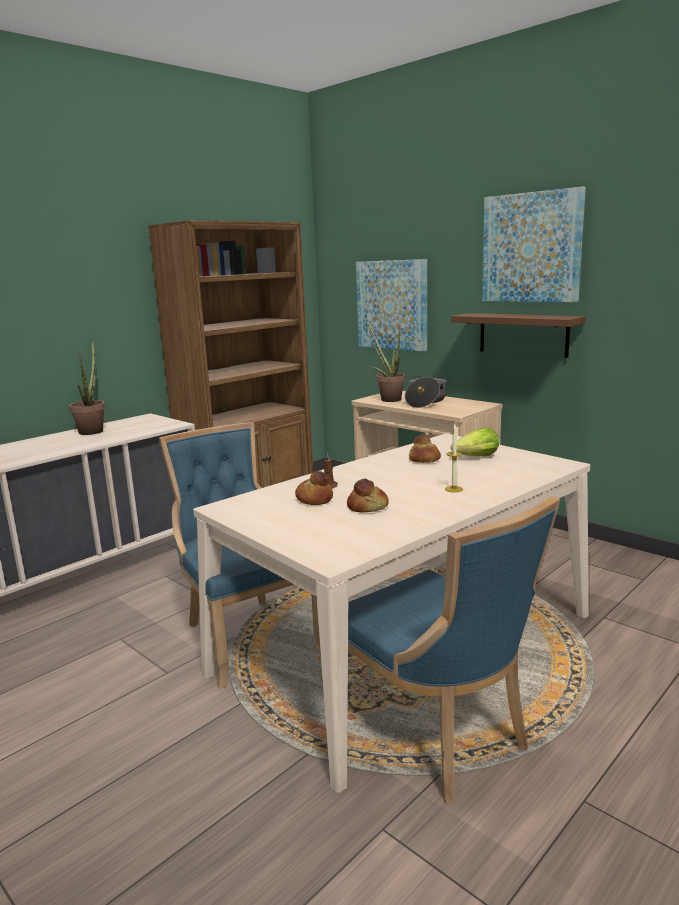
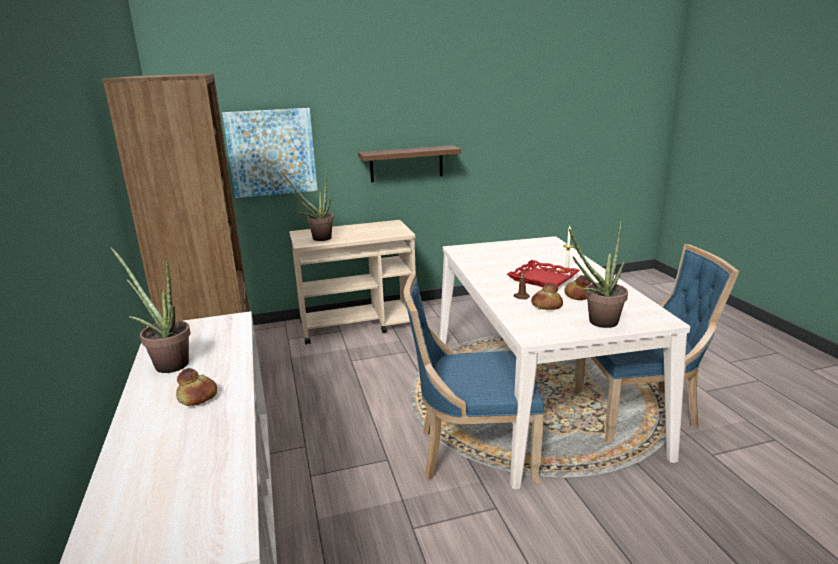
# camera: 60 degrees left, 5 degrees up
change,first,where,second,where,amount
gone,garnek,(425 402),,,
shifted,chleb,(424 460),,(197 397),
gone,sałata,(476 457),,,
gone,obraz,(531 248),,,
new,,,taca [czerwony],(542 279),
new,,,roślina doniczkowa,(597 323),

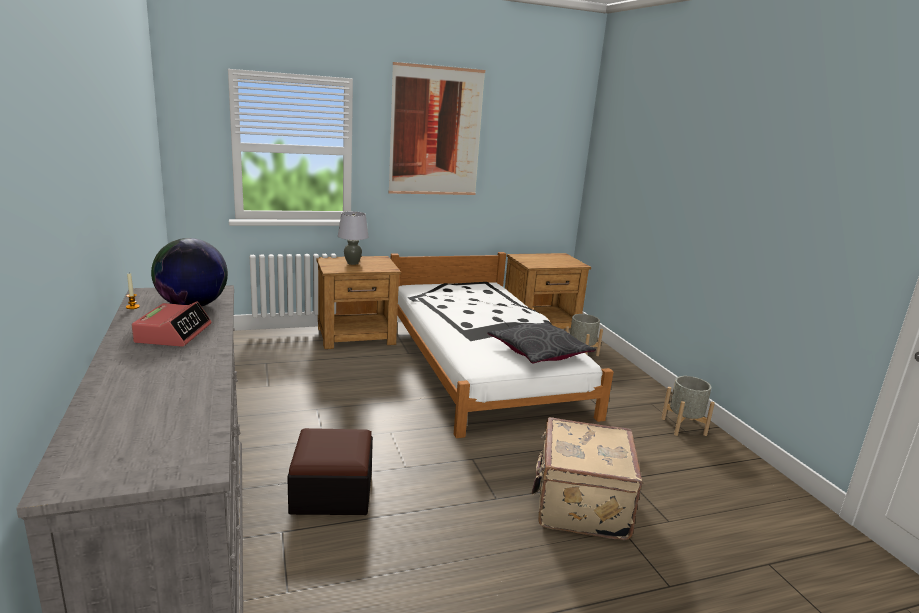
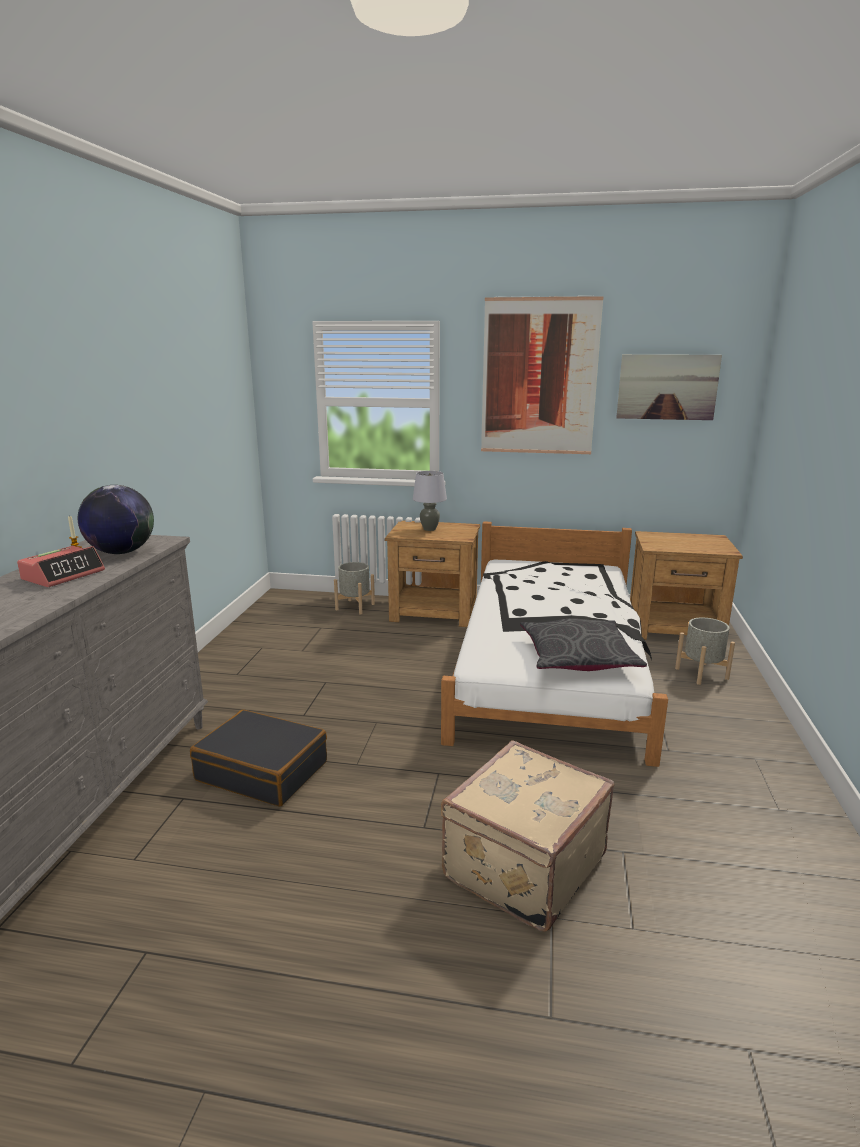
# camera: 30 degrees right, 0 degrees up
change,first,where,second,where,amount
swapped,pufa,(332 491),walizka [czarny],(262 771),
shifted,donica [szary],(683 426),,(355 607),
new,,,obraz,(667 387),

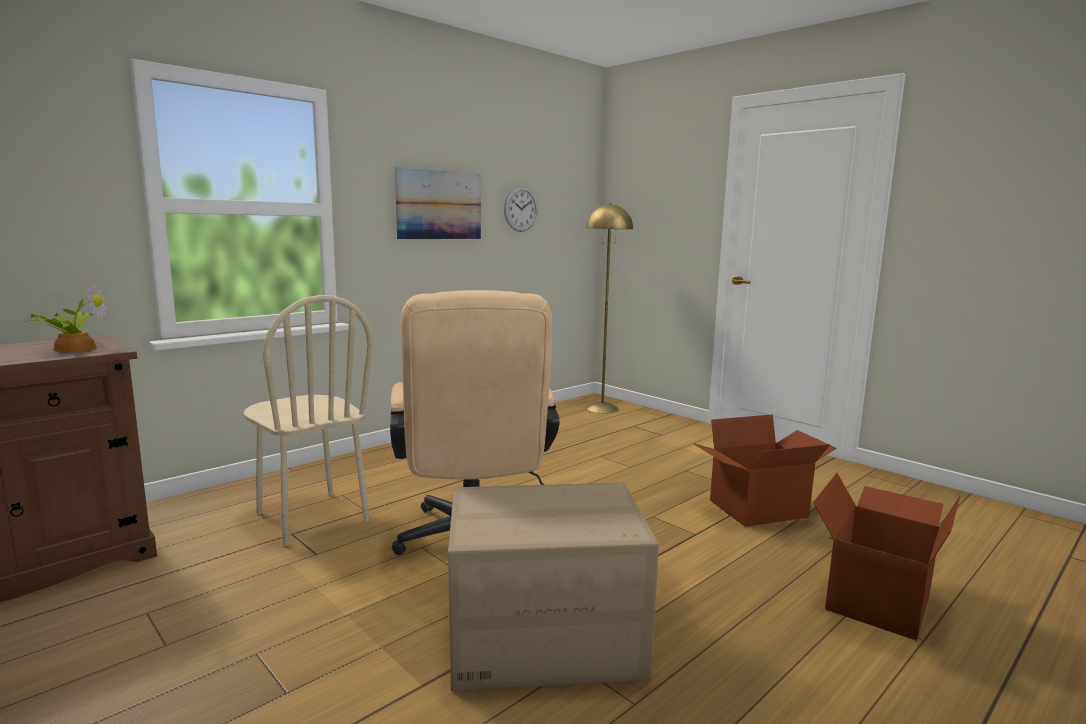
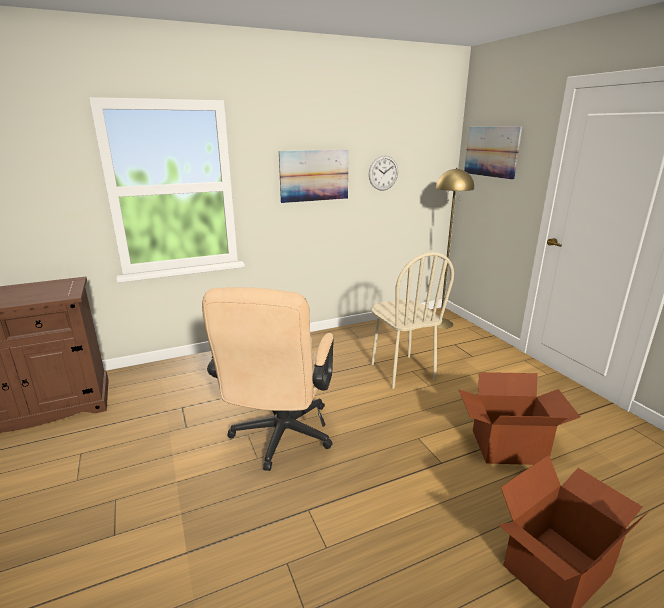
# camera: 20 degrees right, 10 degrees up
change,first,where,second,where,amount
gone,roślina doniczkowa,(73 348),,,
shifted,krzesło [beżowy],(311 517),,(402 371),
gone,karton,(544 640),,,
new,,,obraz,(491 151),

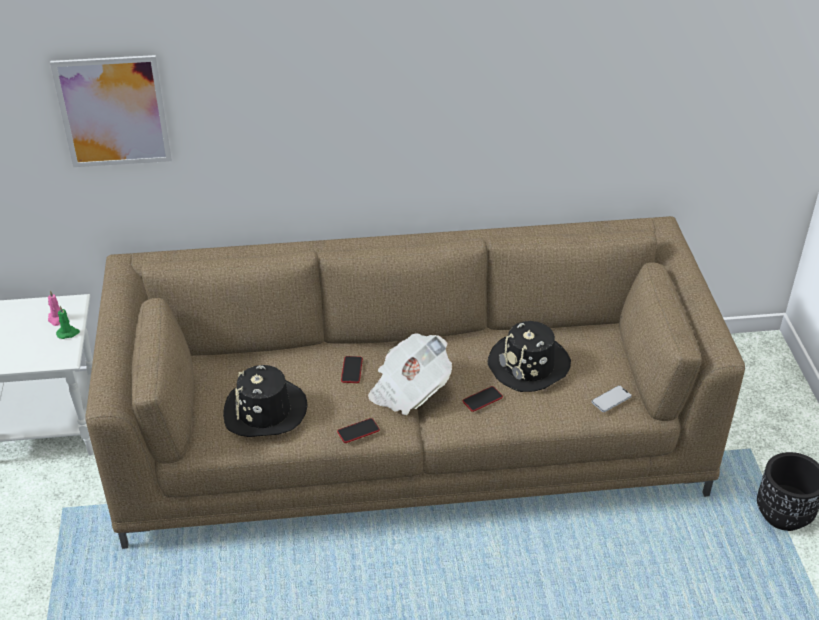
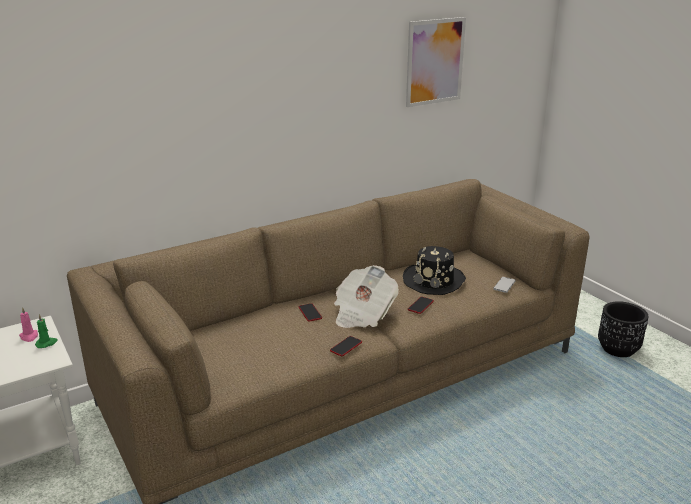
# camera: 25 degrees left, 15 degrees down
change,first,where,second,where,amount
shifted,obraz,(113 111),,(435 62),
gone,kapelusz [czarny],(265 411),,,

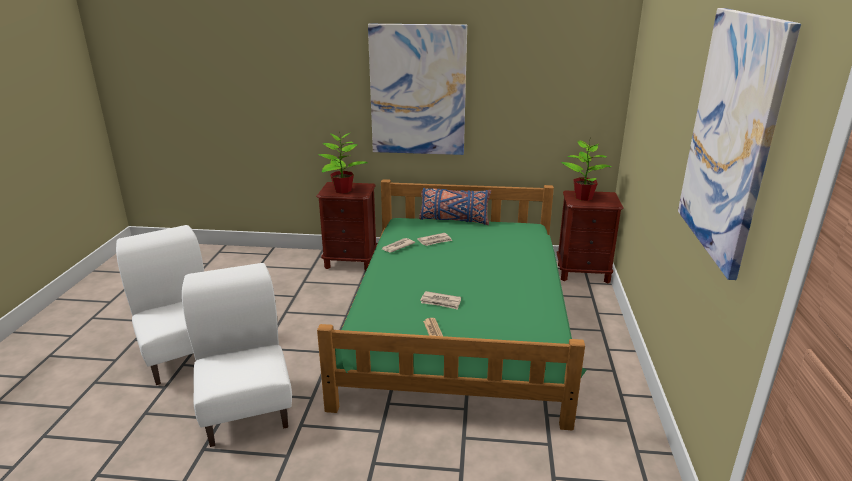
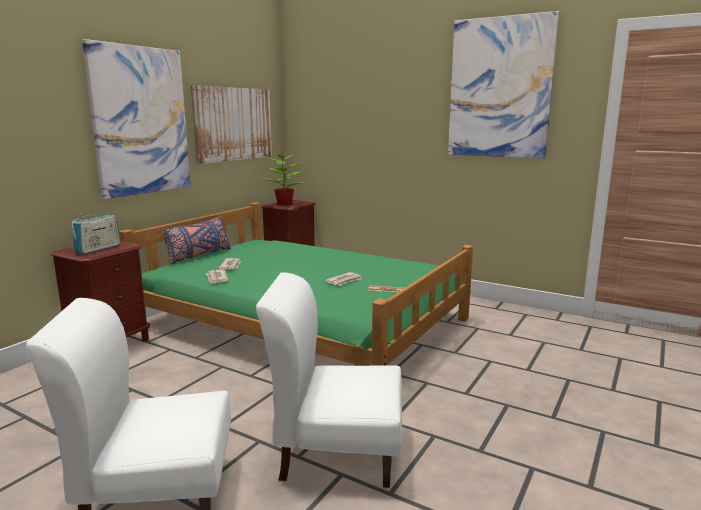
# camera: 65 degrees left, 10 degrees down
change,first,where,second,where,amount
swapped,roślina doniczkowa,(342 190),radio,(98 249),
new,,,obraz,(233 124),

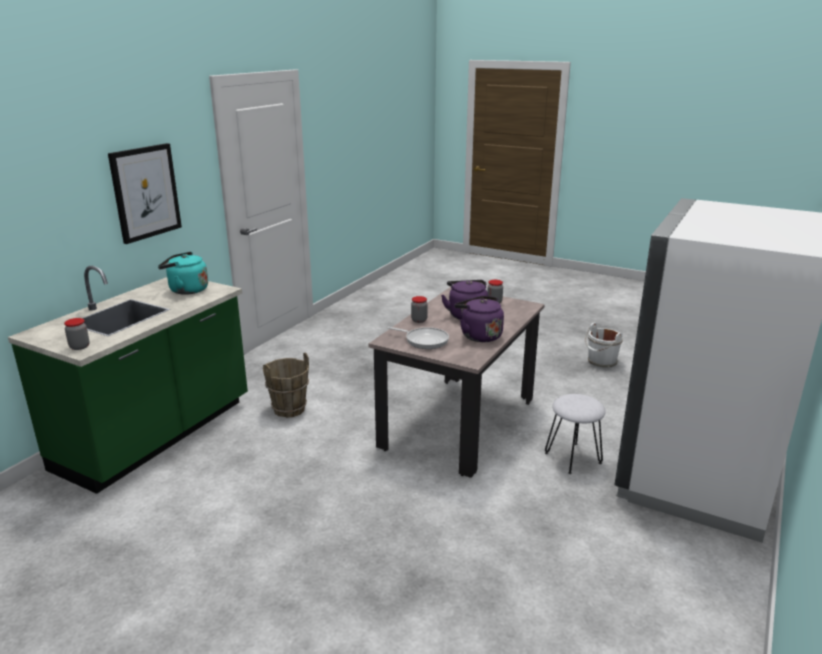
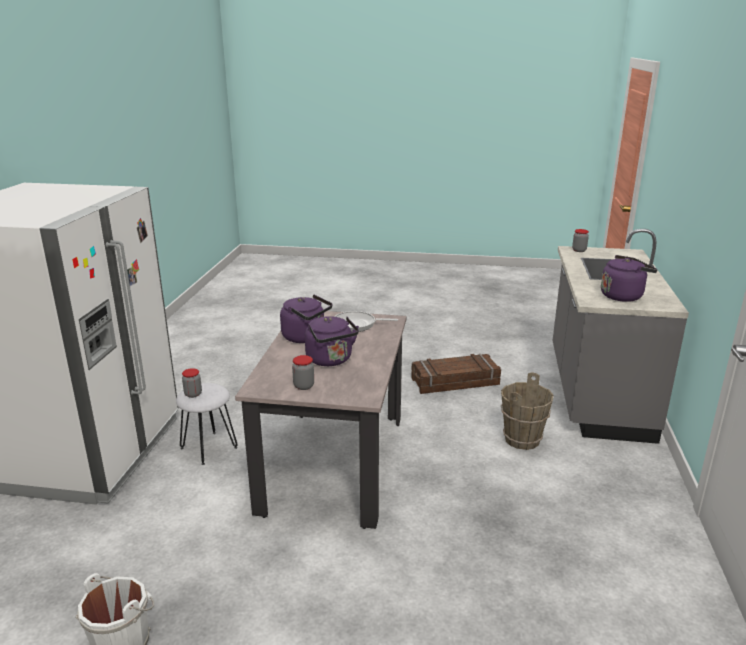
# camera: 160 degrees right, 0 degrees up
change,first,where,second,where,amount
repainted,zabudowa kuchenna [zielony],(157 436),zabudowa kuchenna [szary],(596 392),
gone,obraz,(145 192),,,
repainted,czajnik [turkusowy],(186 290),czajnik [fioletowy],(623 296),
shifted,słoik,(419 320),,(193 394),
new,,,skrzynka,(455 382),

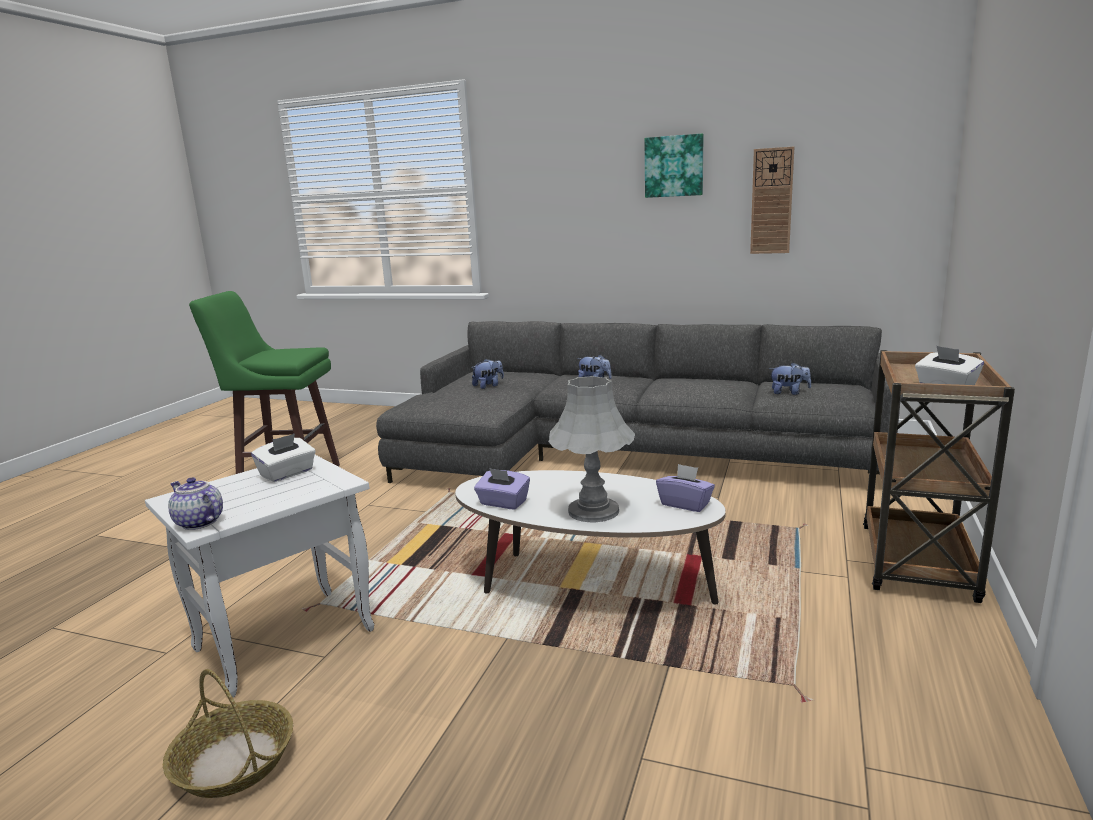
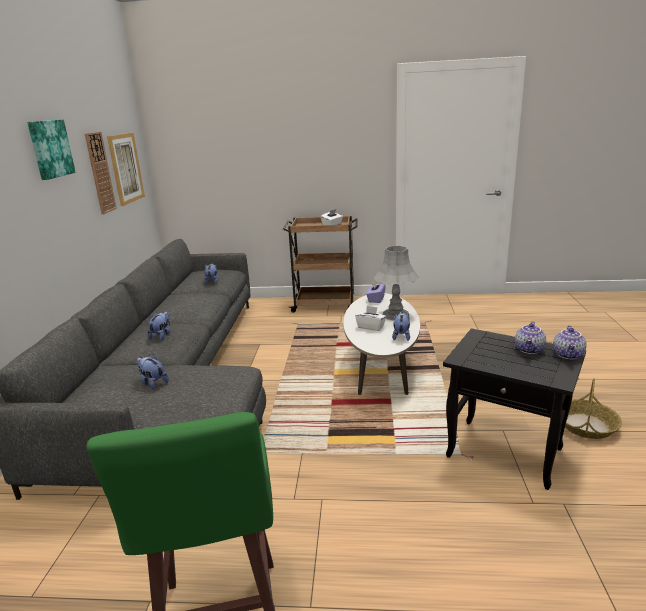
# camera: 105 degrees left, 5 degrees up
change,first,where,second,where,amount
repainted,stolik [biały],(282 642),stolik [czarny],(506 452),
shifted,pudełko chusteczek [biały],(287 473),,(371 327),
swapped,pudełko chusteczek [fioletowy],(503 503),pluszak,(401 336),
new,,,obraz,(126 168),
new,,,imbryk,(529 350),

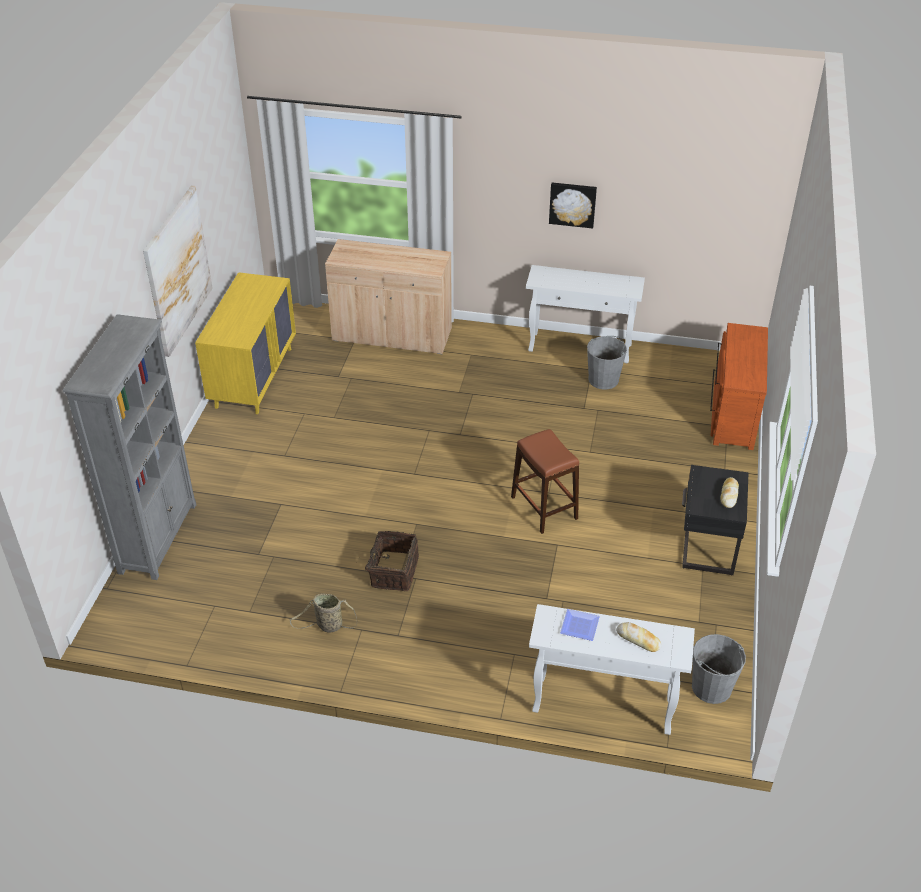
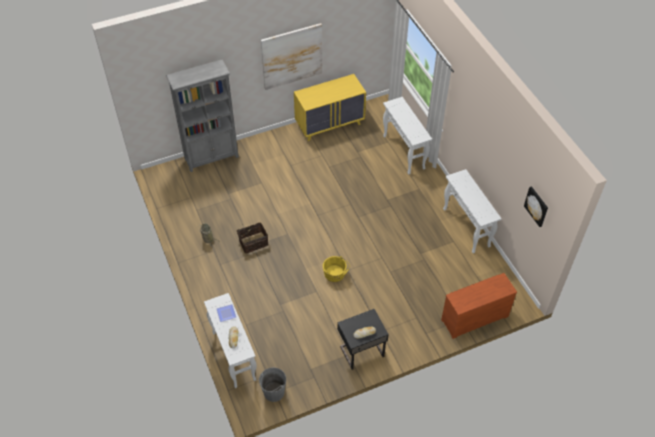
# camera: 55 degrees right, 10 degrees up
change,first,where,second,where,amount
swapped,szafka [beżowy],(392 336),stolik konsolowy [biały],(404 152),
swapped,stołek [brązowy],(544 508),wiadro [żółty],(335 274),
shifted,obraz,(572 204),,(537 206),
gone,wiadro [szary],(603 379),,,

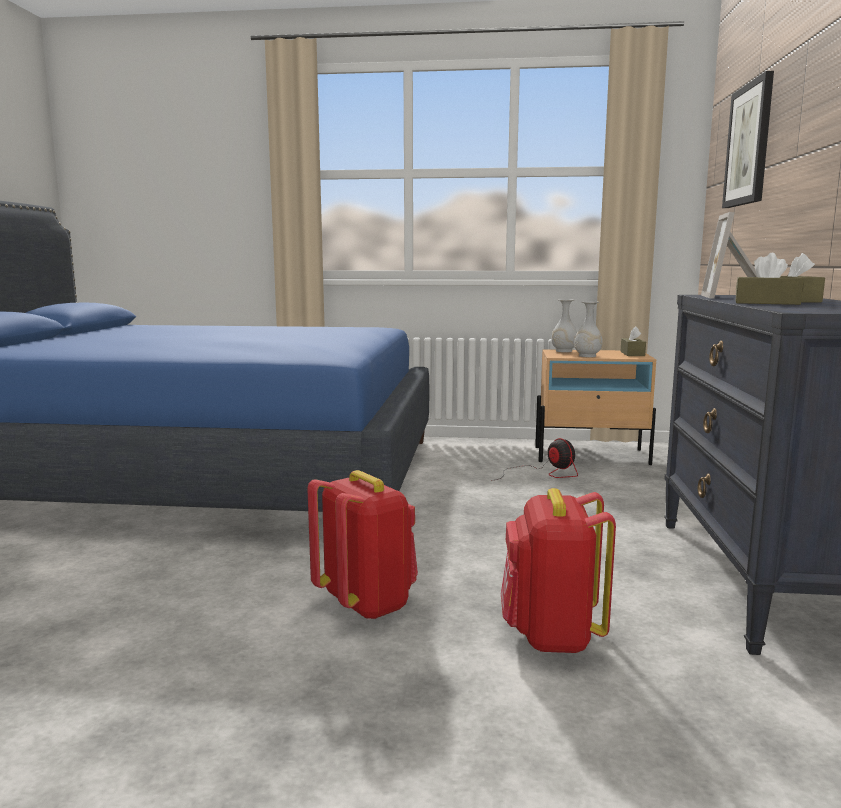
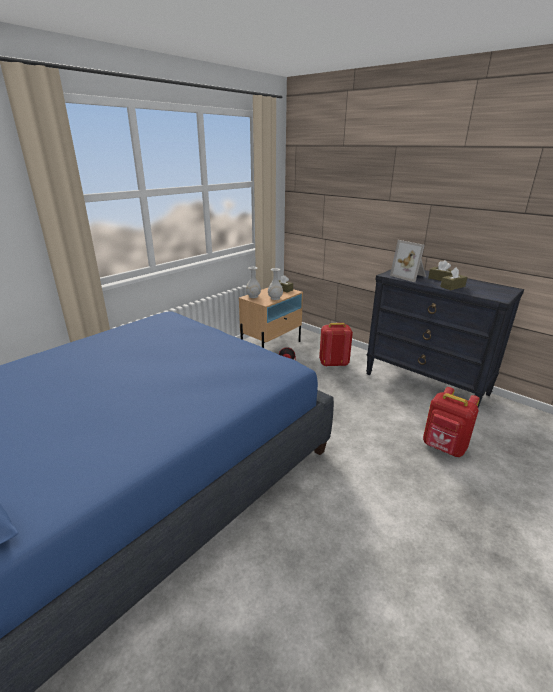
# camera: 55 degrees left, 15 degrees up
change,first,where,second,where,amount
shifted,plecak [czerwony],(367 603),,(333 363),
gone,obraz,(749 145),,,

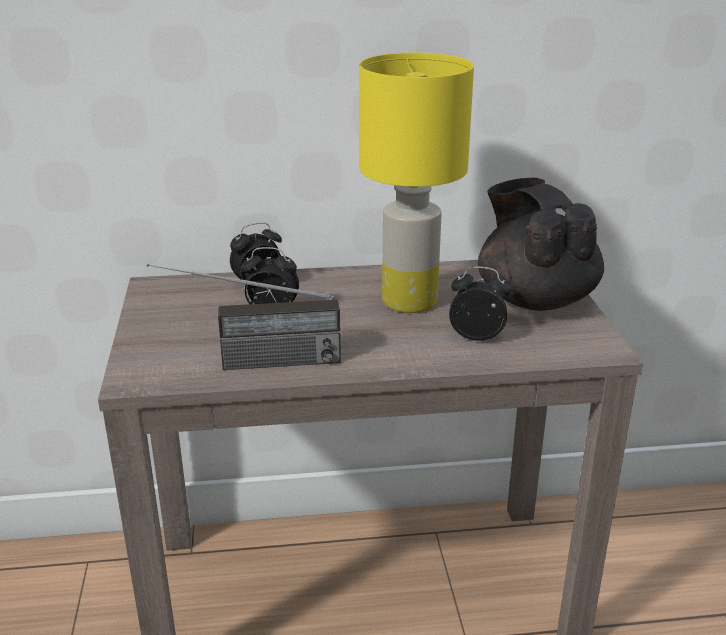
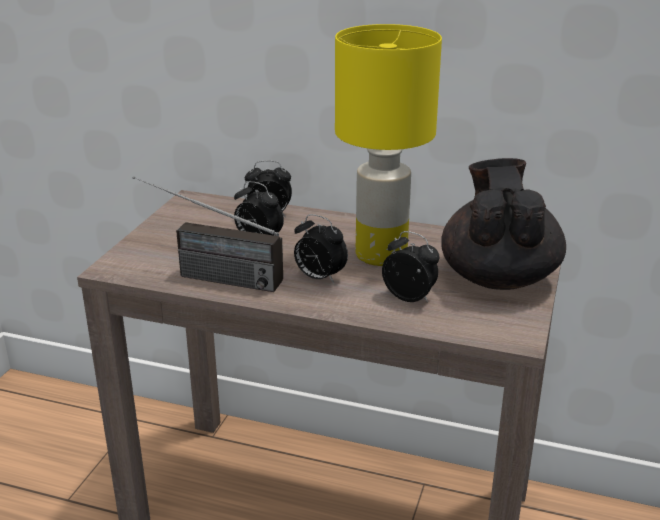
# camera: 25 degrees right, 0 degrees up
change,first,where,second,where,amount
new,,,budzik,(319 278),

